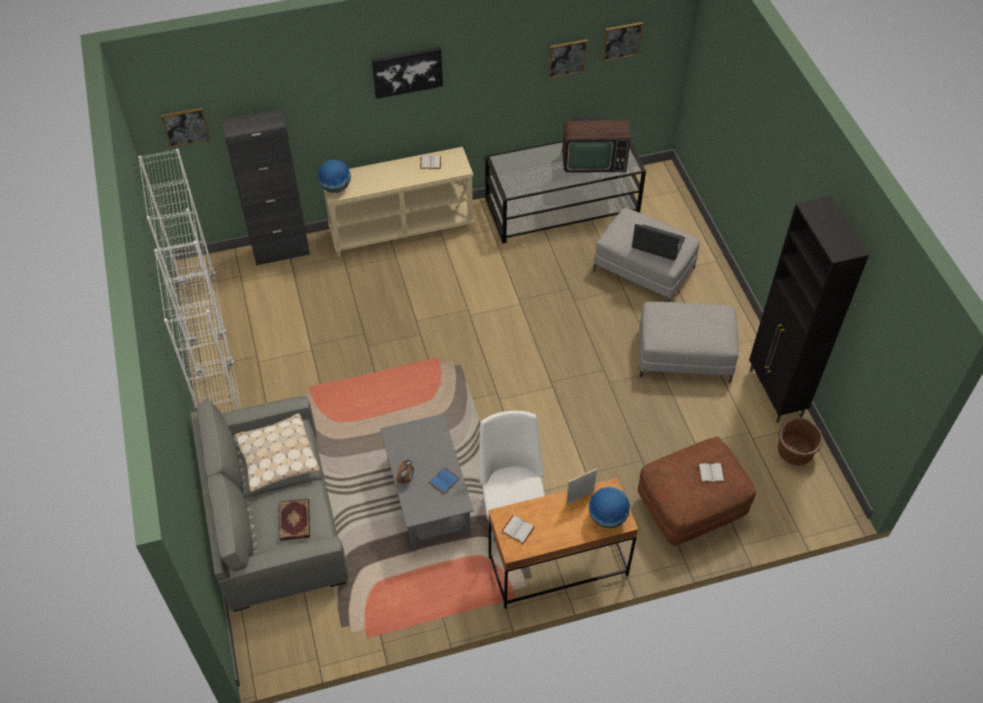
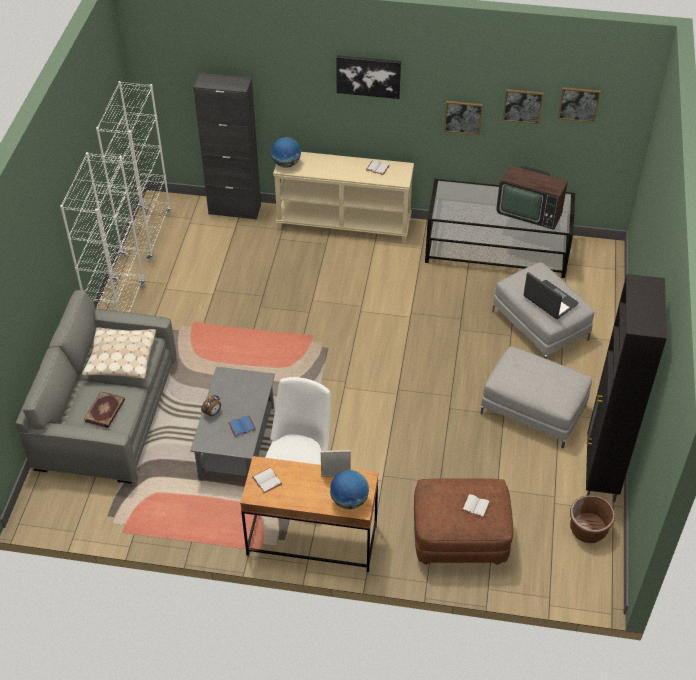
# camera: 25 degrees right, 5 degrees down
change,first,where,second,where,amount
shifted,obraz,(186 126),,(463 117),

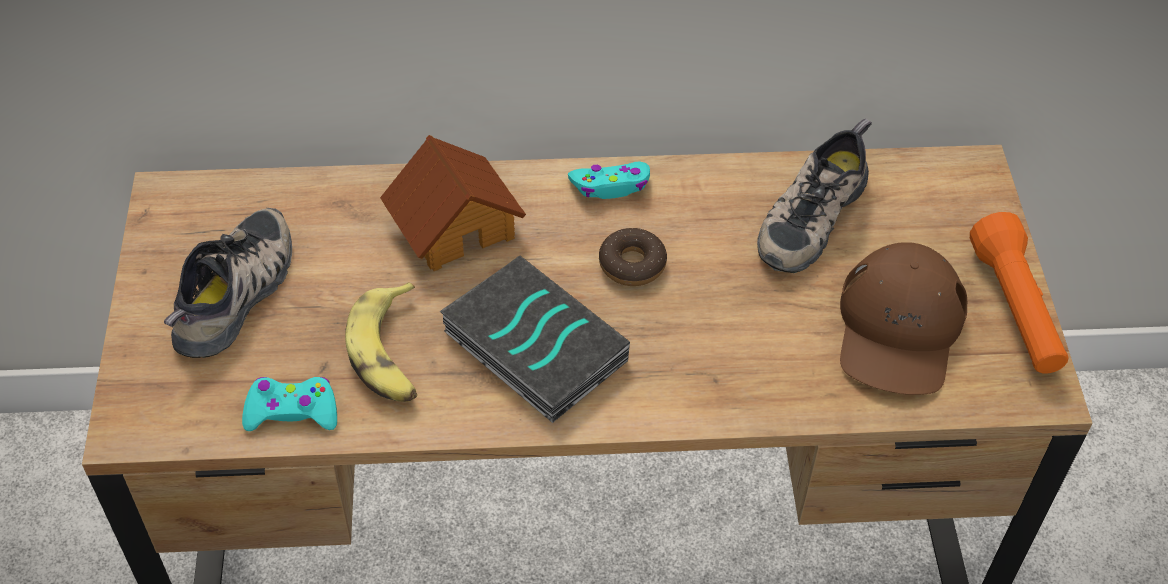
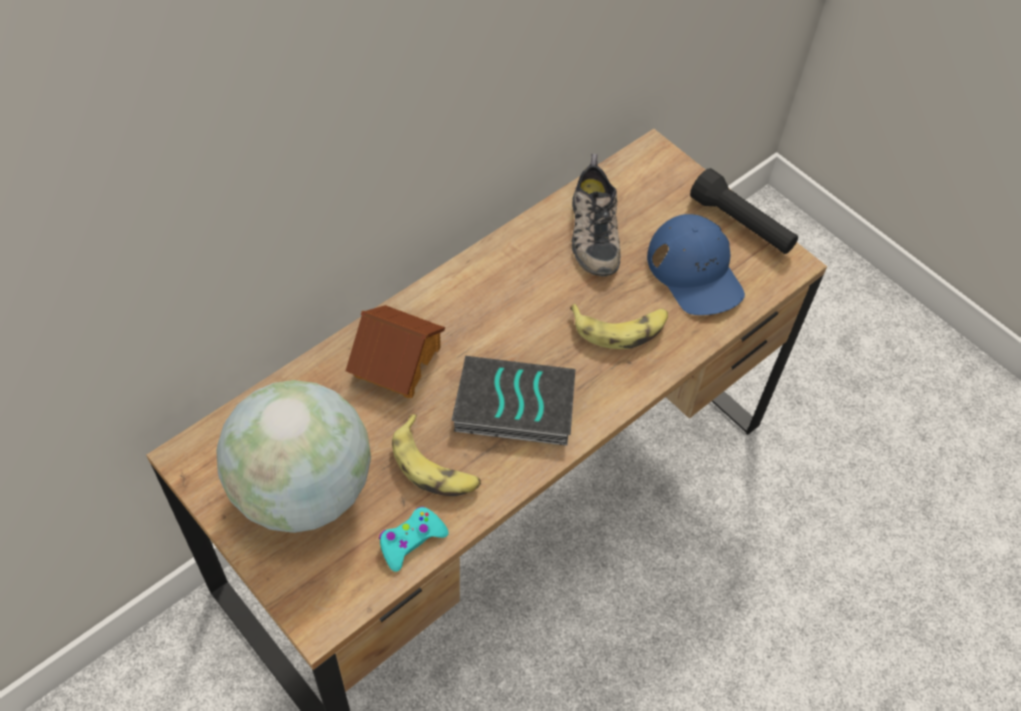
# camera: 40 degrees left, 5 degrees up
change,first,where,second,where,amount
swapped,but,(238 294),globus,(303 491),
gone,pad do gier [turkusowy],(611 186),,,
gone,donut,(632 264),,,
repainted,czapka z daszkiem [brązowy],(898 329),czapka z daszkiem [niebieski],(695 272),
repainted,latarka [pomarańczowy],(1015 310),latarka [czarny],(741 224),
new,,,banan,(620 328),

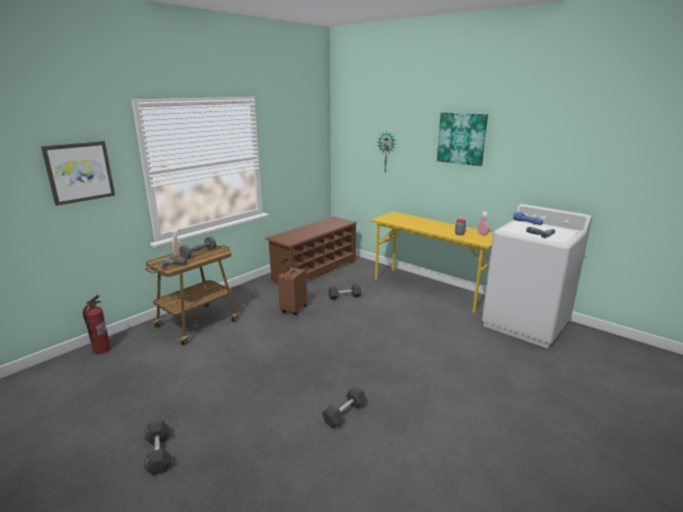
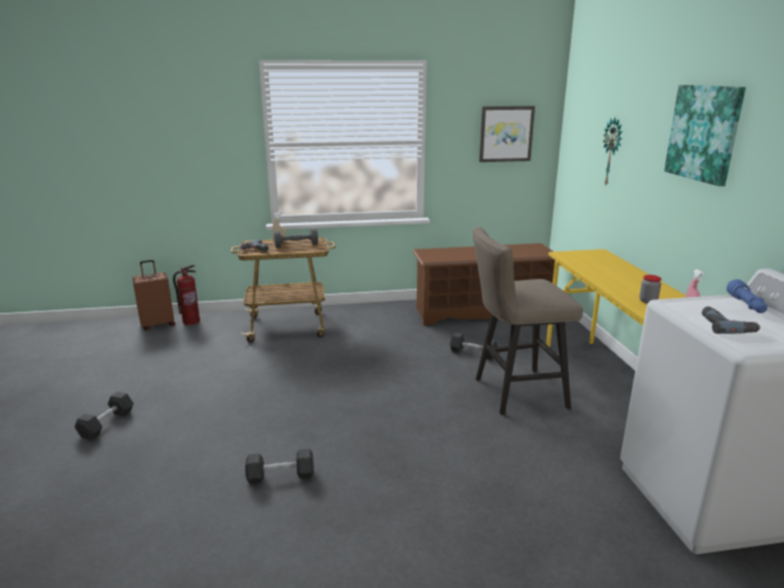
# camera: 40 degrees right, 0 degrees up
change,first,where,second,where,amount
shifted,obraz,(79 172),,(506 134),
shifted,walizka [brązowy],(293 309),,(158 324),
new,,,stołek [beżowy],(513 393),

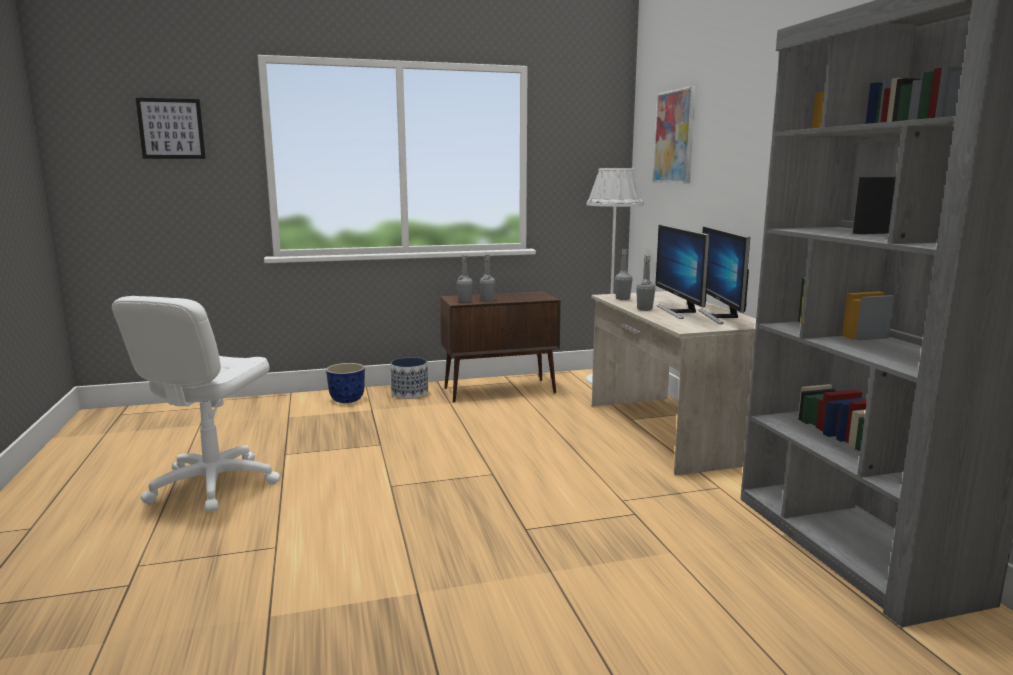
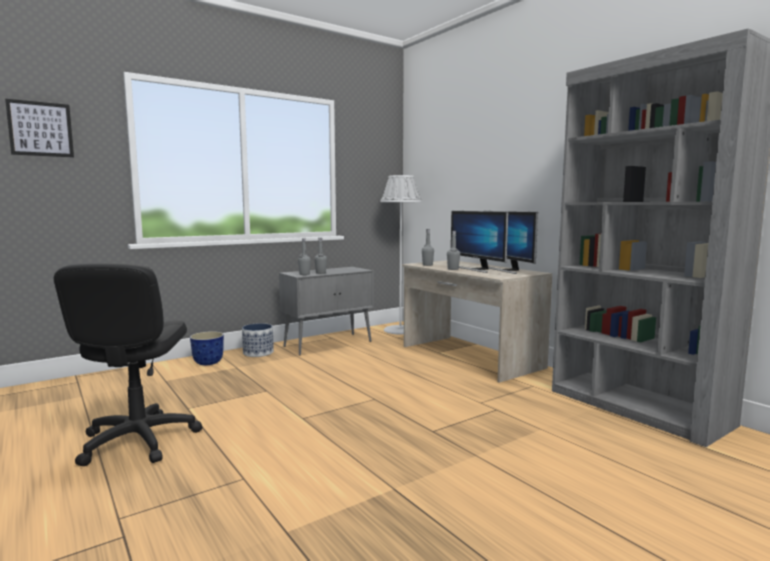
# camera: 20 degrees left, 5 degrees down
change,first,where,second,where,amount
repainted,krzesło biurowe [biały],(213 484),krzesło biurowe [czarny],(138 440),
repainted,szafka [brązowy],(500 390),szafka [szary],(329 344),
gone,obraz,(674 137),,,

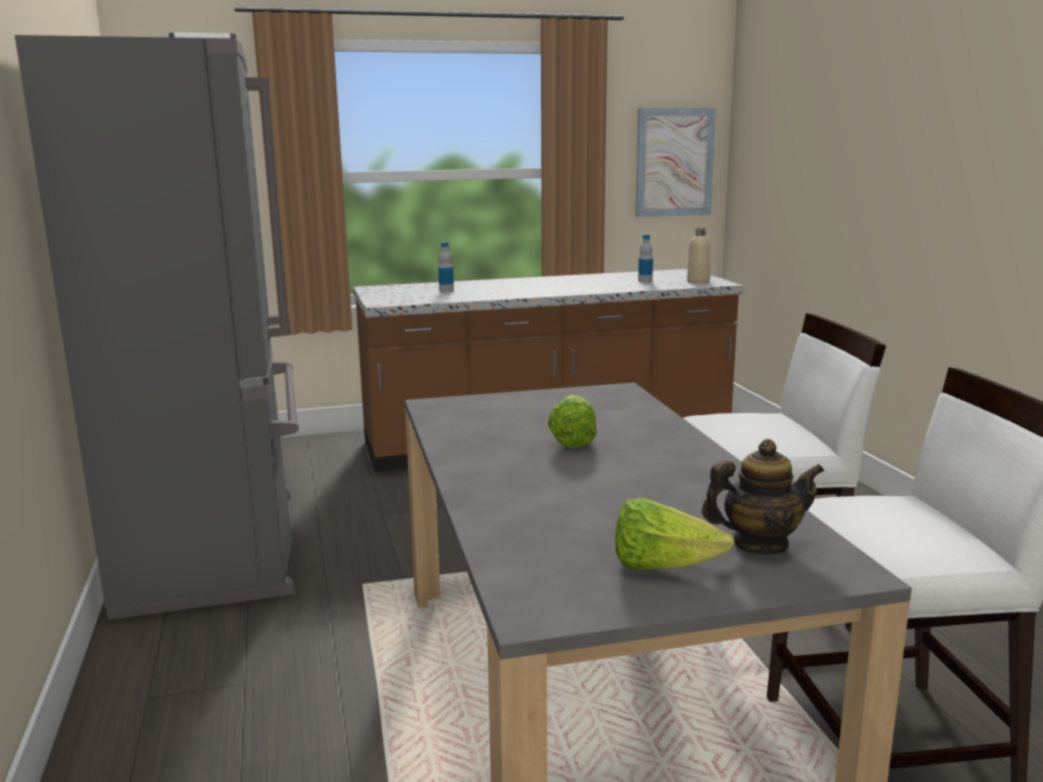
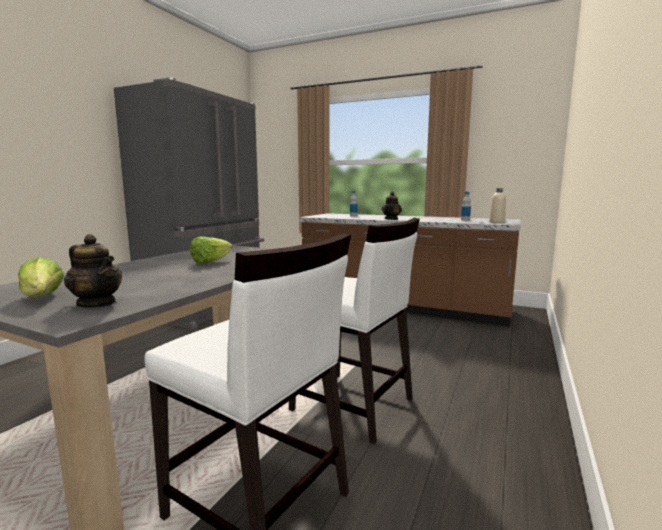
# camera: 40 degrees right, 5 degrees down
change,first,where,second,where,amount
gone,obraz,(674 162),,,
new,,,imbryk,(391 219),

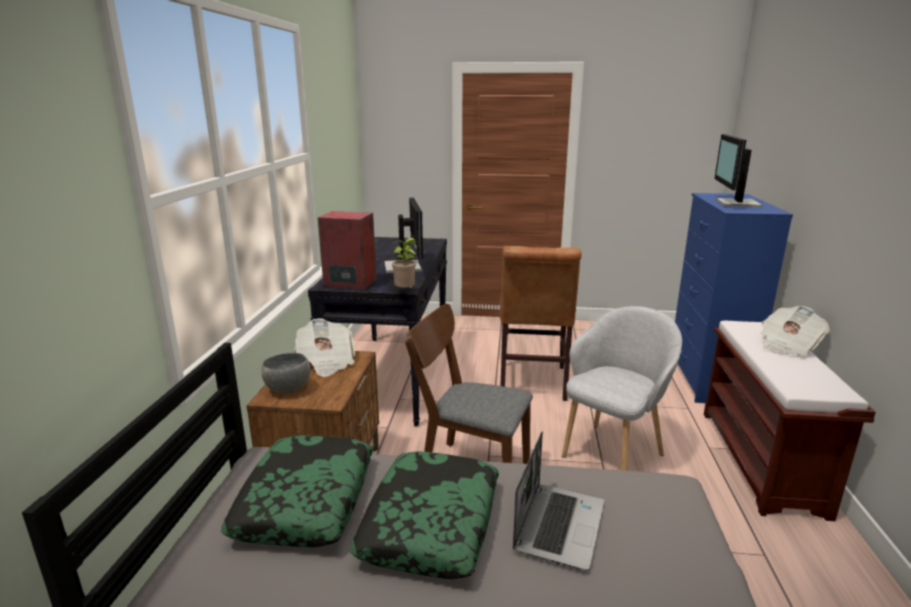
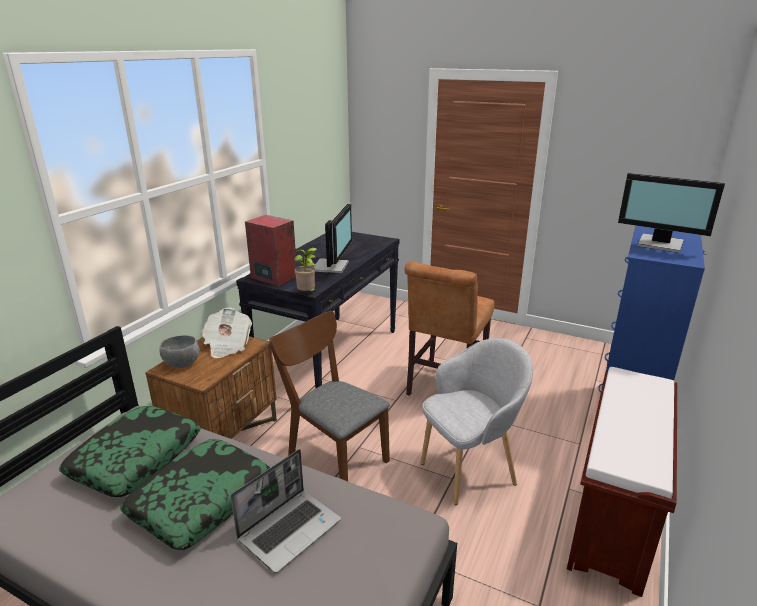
# camera: 20 degrees right, 5 degrees up
change,first,where,second,where,amount
rotated,monitor,(735 203),,(660 244),90 degrees counterclockwise
gone,gazeta,(787 346),,,

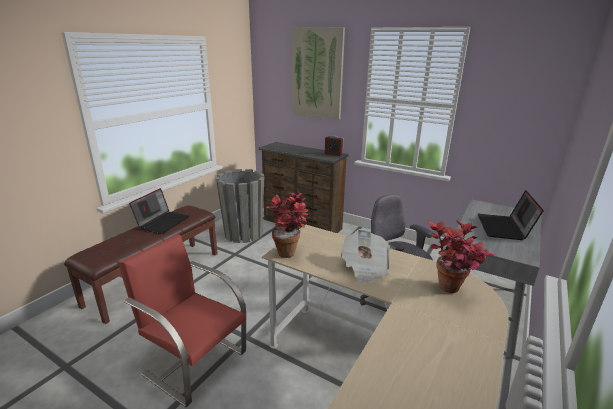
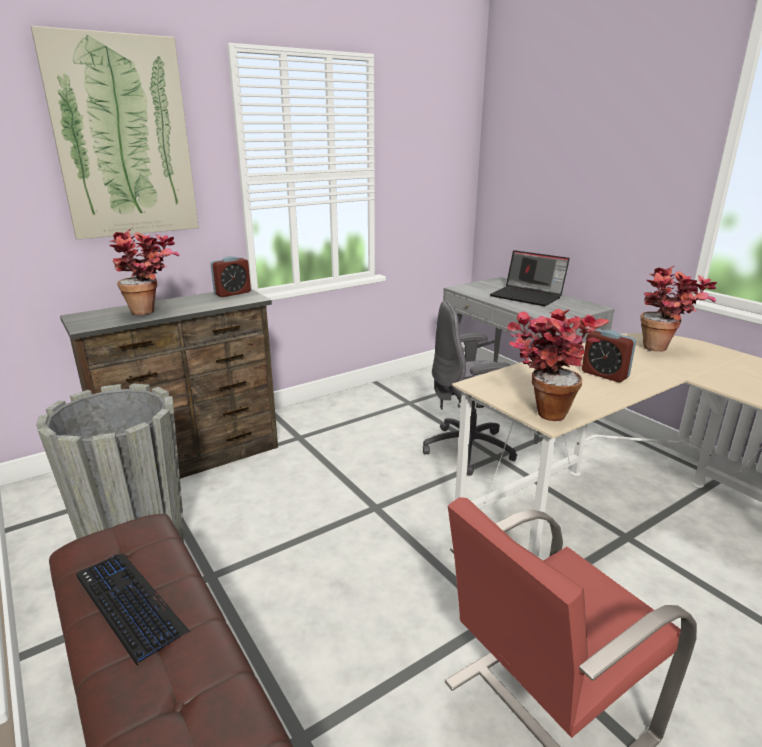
# camera: 65 degrees left, 0 degrees up
change,first,where,second,where,amount
swapped,laptop,(163 222),klawiatura,(129 605),
swapped,gazeta,(364 267),budzik,(604 374),
new,,,roślina doniczkowa,(152 312),

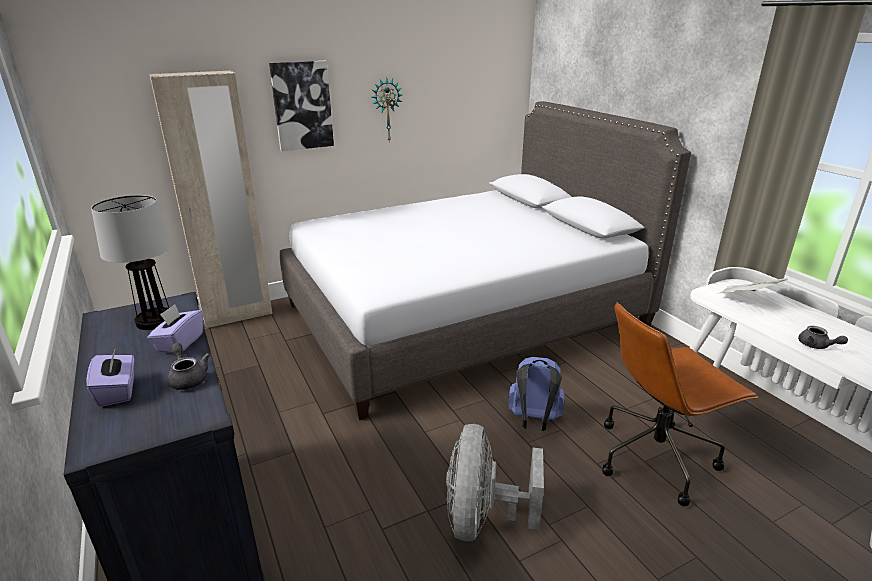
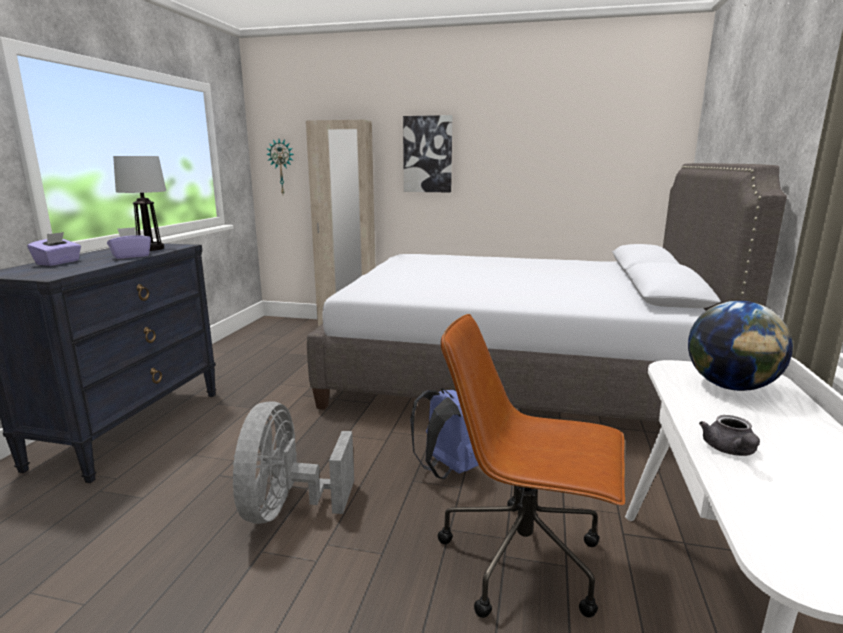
# camera: 40 degrees right, 10 degrees down
change,first,where,second,where,amount
gone,imbryk [szary],(188 378),,,
shifted,zegar ścienny,(386 110),,(282 167),
rotated,wentylator [szary],(483 518),,(287 508),45 degrees counterclockwise
swapped,gazeta,(747 300),globus,(730 386),

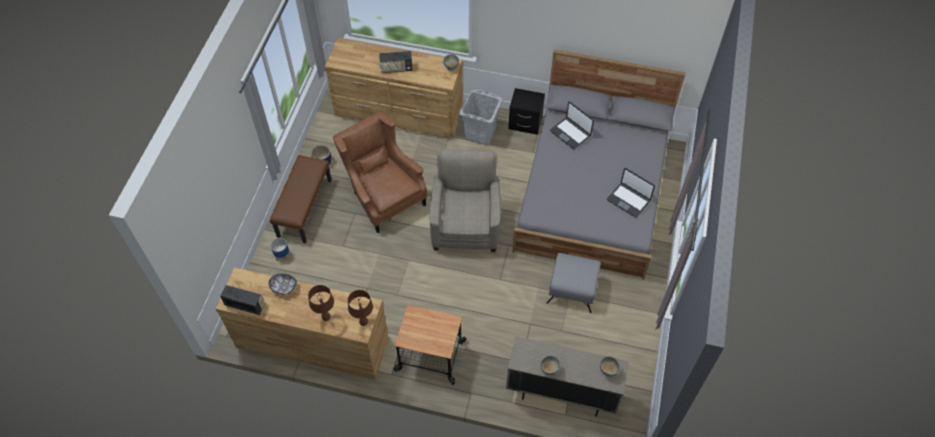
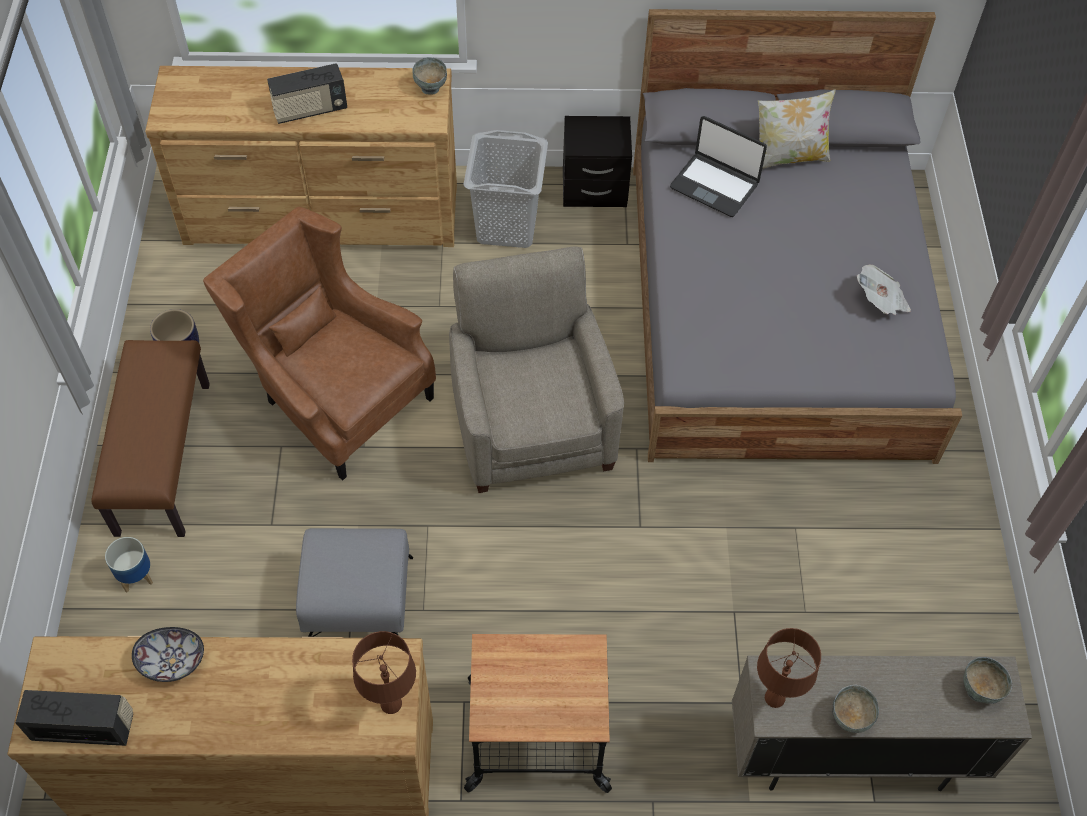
# camera: 15 degrees left, 0 degrees up
change,first,where,second,where,amount
shifted,lampa stołowa [brązowy],(325 317),,(774 697),
shifted,pufa [szary],(573 289),,(360 602),
swapped,laptop,(628 200),gazeta,(880 301),
new,,,poduszka,(788 157),

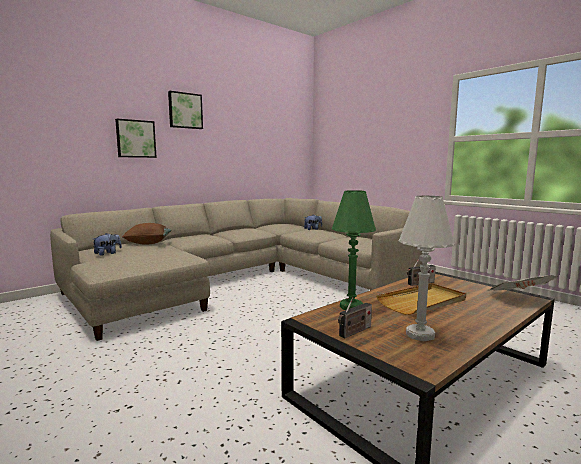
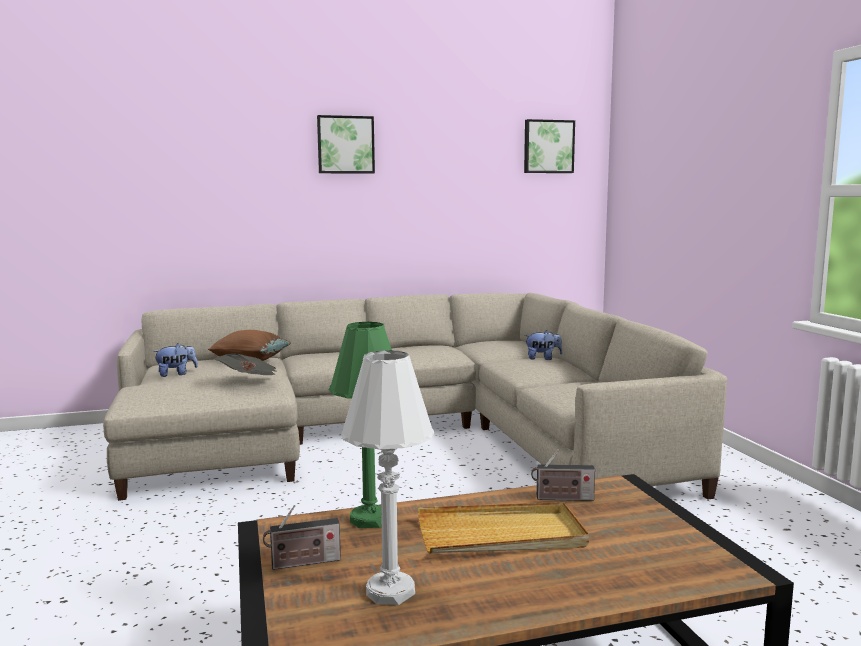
# camera: 25 degrees right, 0 degrees up
change,first,where,second,where,amount
shifted,obraz,(135 139),,(548 146),
shifted,gazeta,(519 298),,(250 382),

